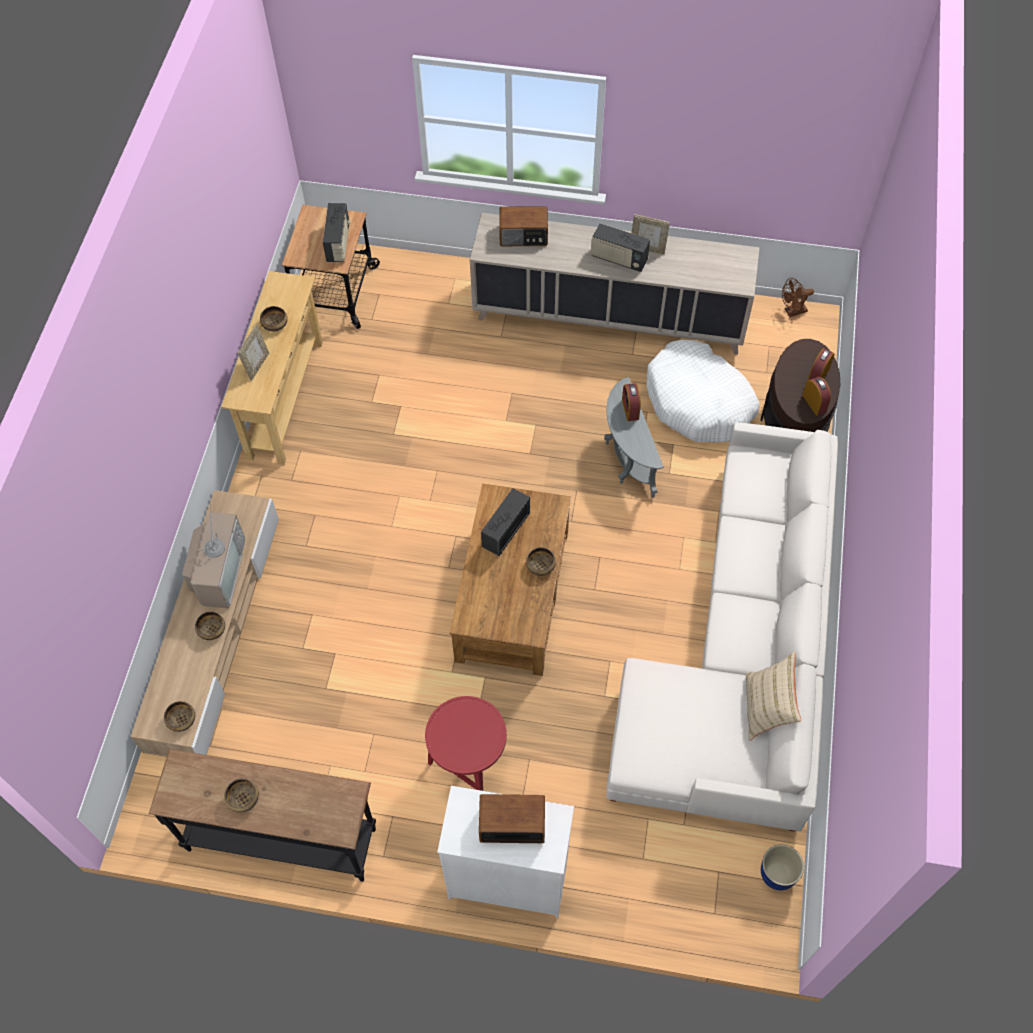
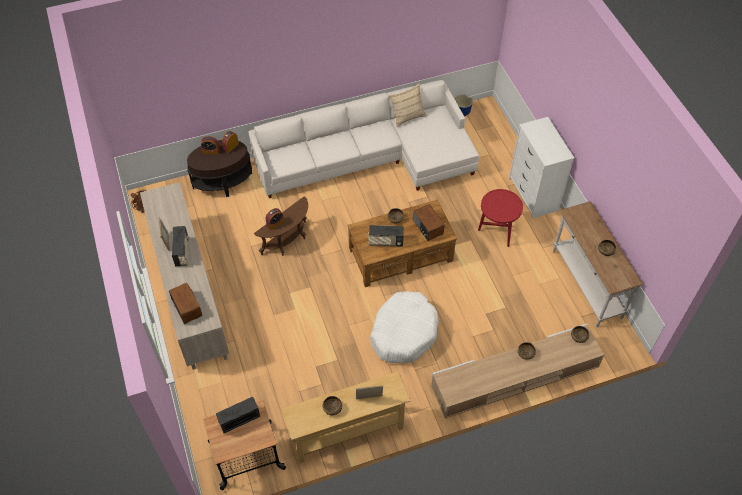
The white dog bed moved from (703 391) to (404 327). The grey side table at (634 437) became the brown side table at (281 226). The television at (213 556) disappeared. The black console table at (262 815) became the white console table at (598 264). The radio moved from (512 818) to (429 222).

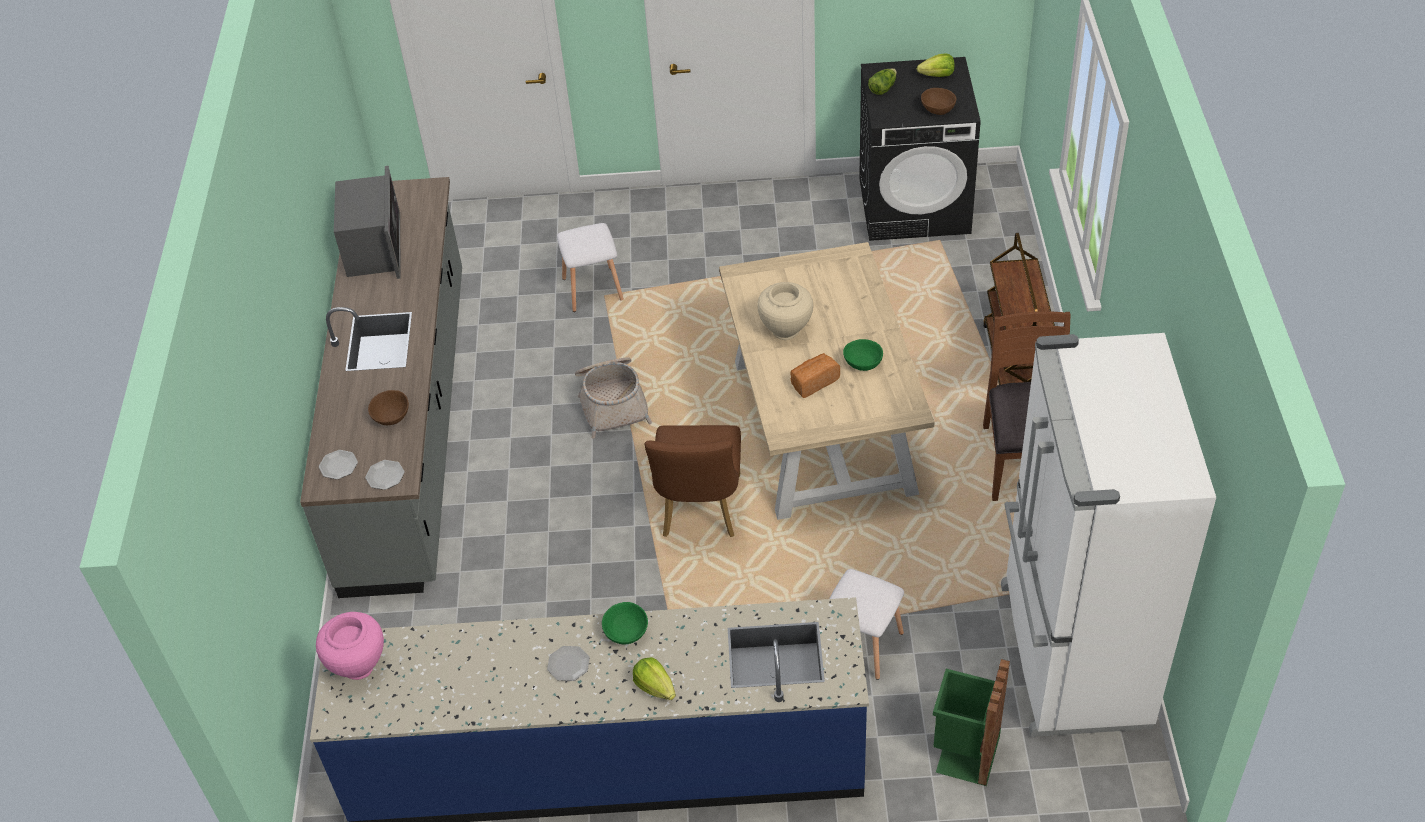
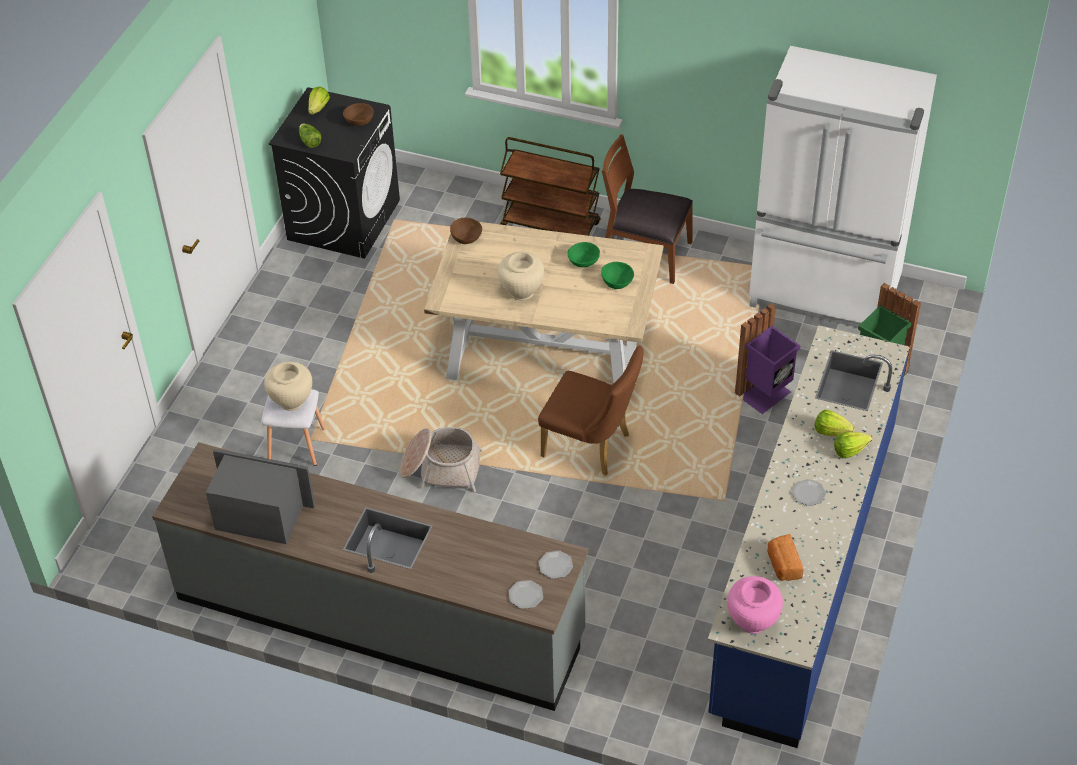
The bread moved from (815 375) to (785 557). The brown bowl moved from (388 407) to (466 231). The white stool at (866 624) was replaced by the purple trash can at (767 358). The green bowl moved from (625 623) to (617 275). The beige vase at (288 386) appeared. The lettuce at (835 423) appeared.

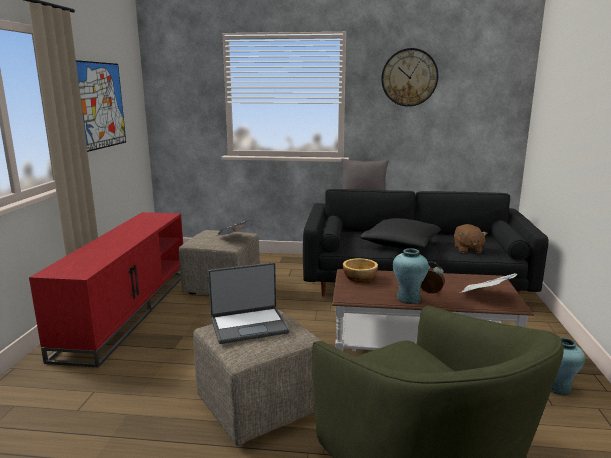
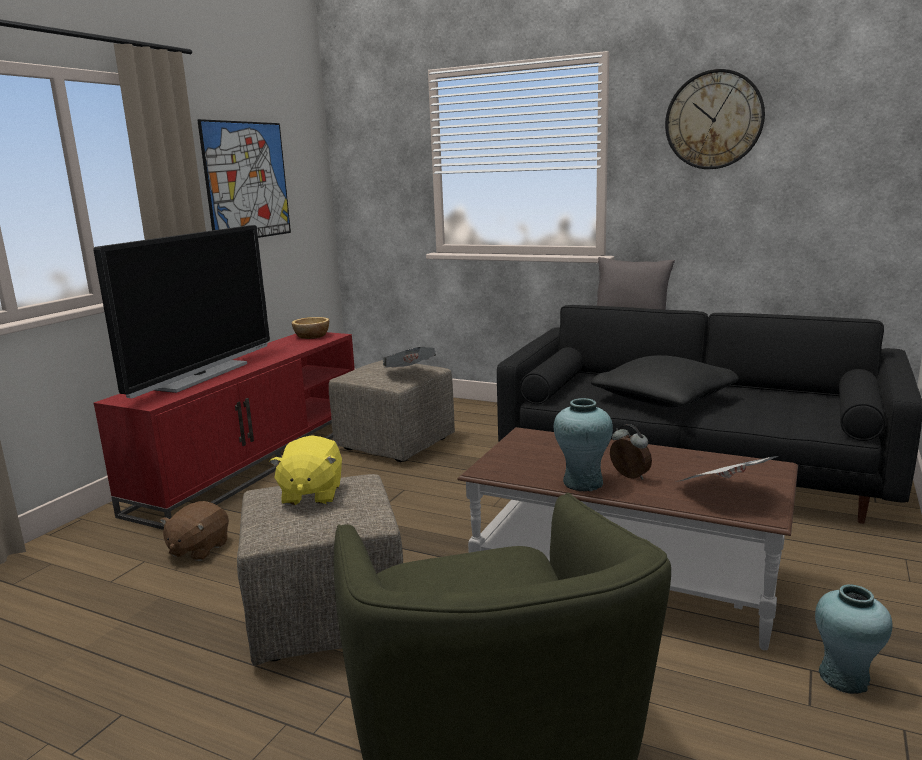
The brown plush toy moved from (471 238) to (194 531). The bowl moved from (360 270) to (310 328). The laptop at (249 303) was replaced by the yellow plush toy at (305 470). The television at (181 311) appeared.

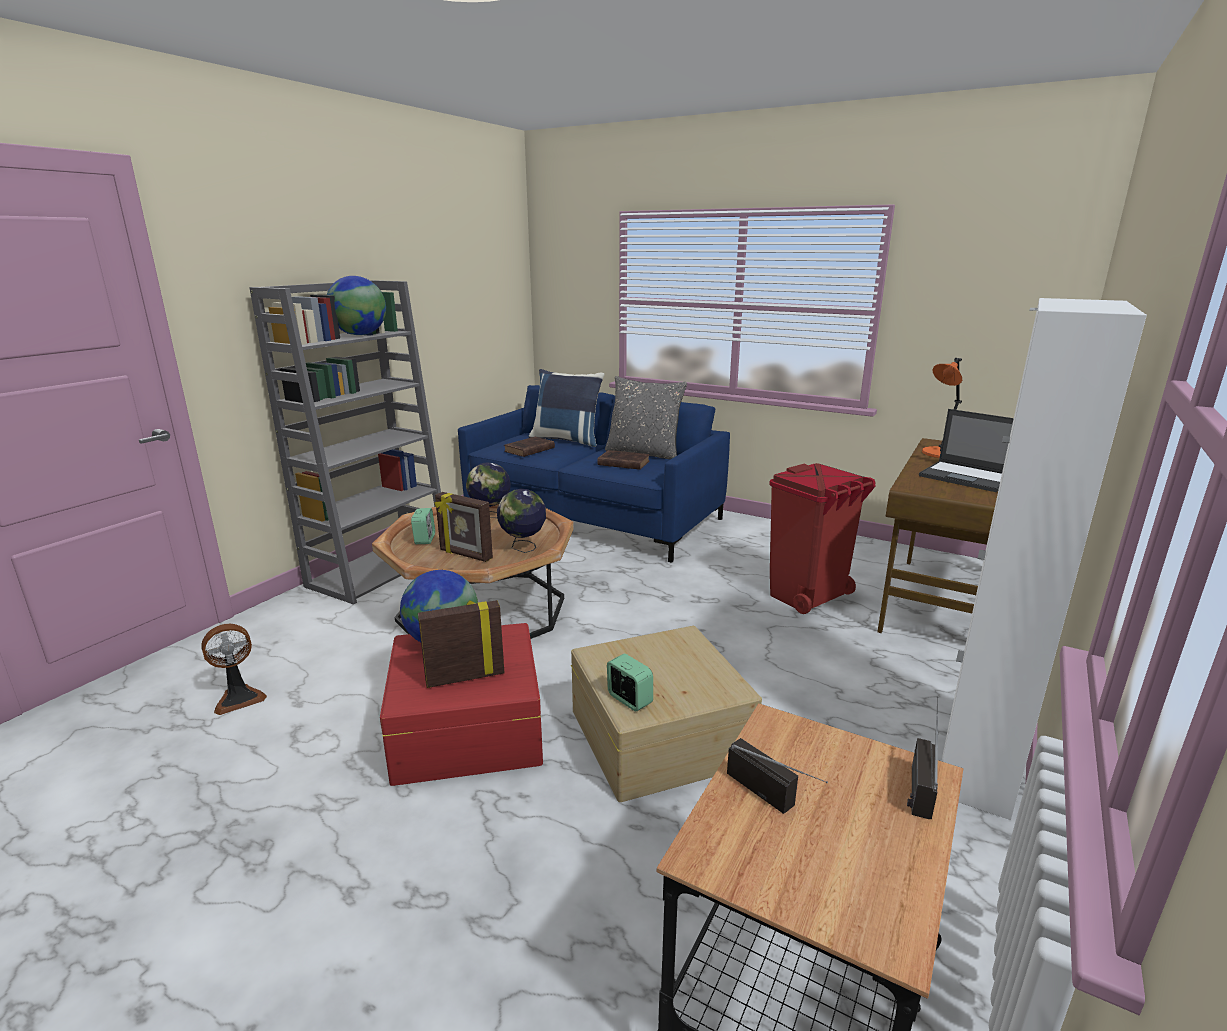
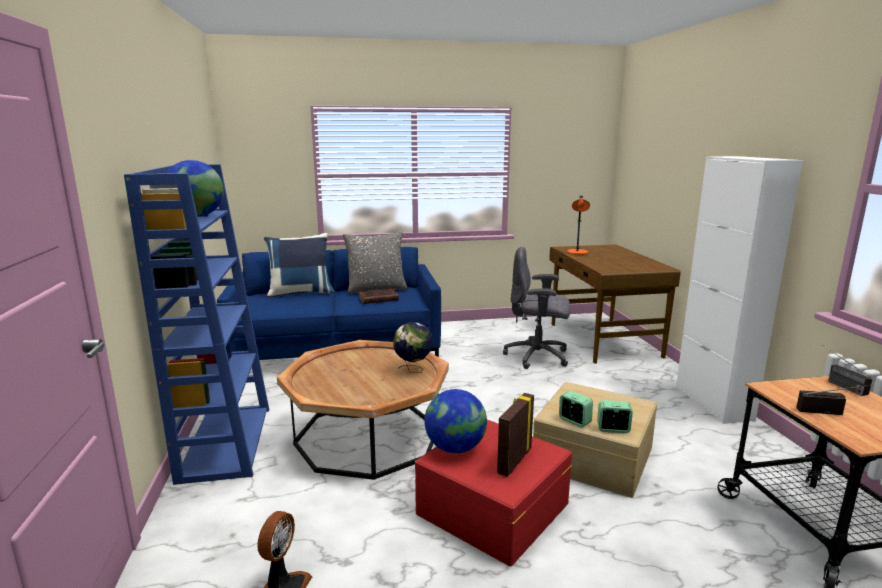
The grey bookcase at (345 442) became the blue bookcase at (196 324). The laptop at (966 450) disappeared. The brown book at (529 447) disappeared. The globe at (488 487) disappeared. The red trash can at (822 538) was replaced by the grey office chair at (536 308). The picture frame at (463 527) disappeared. The alarm clock moved from (423 526) to (576 409).

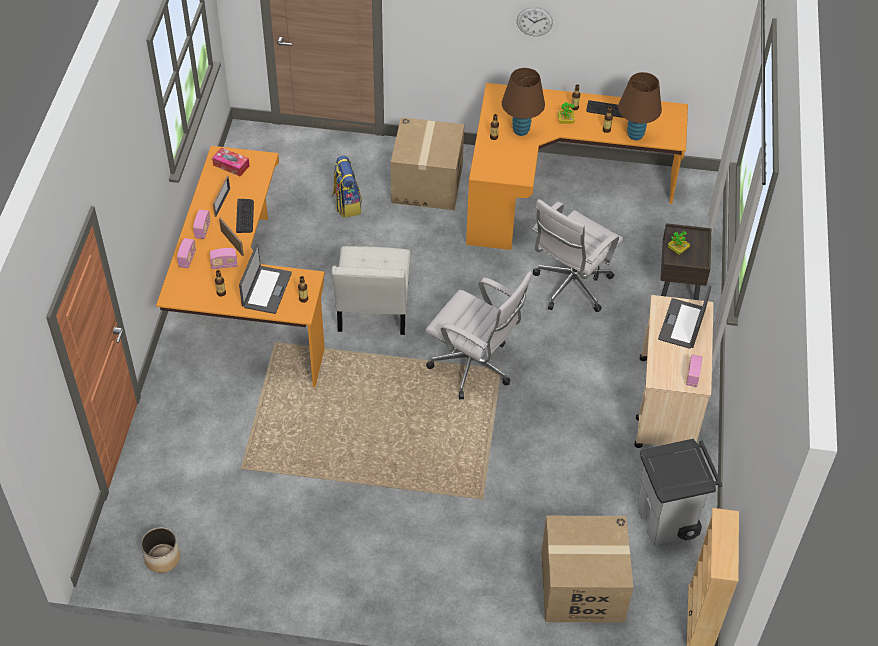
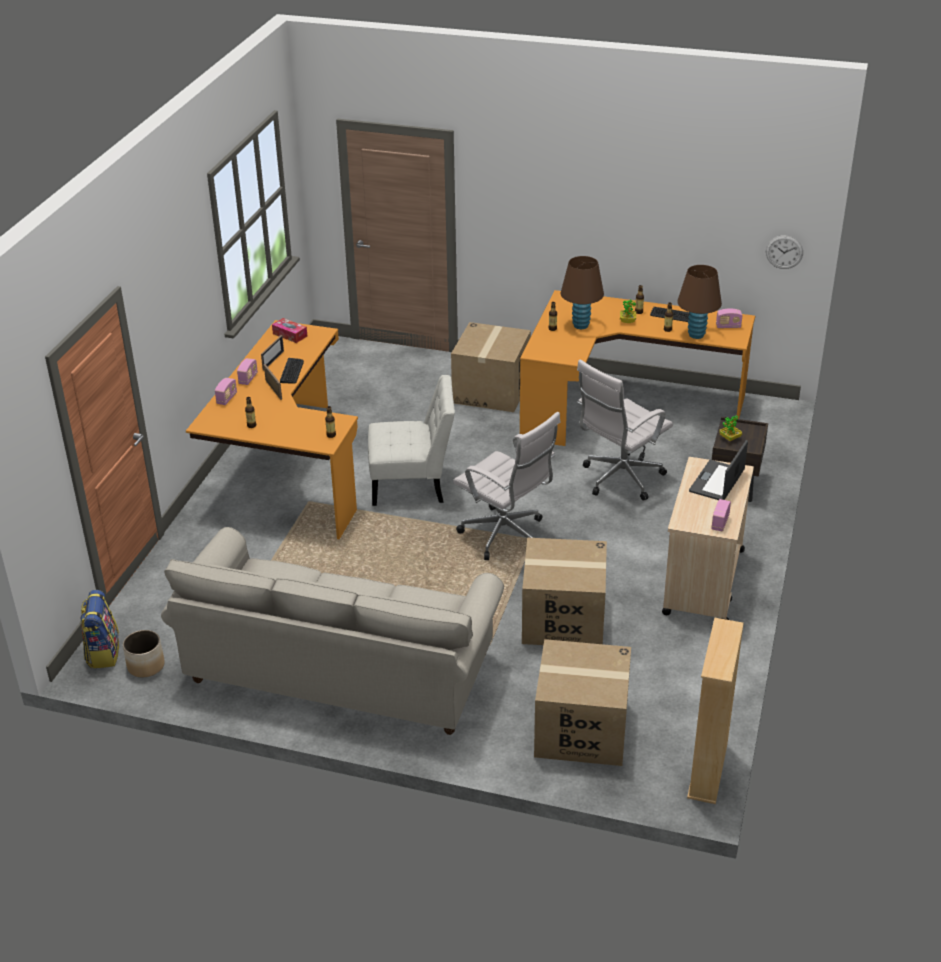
The wall clock moved from (535 21) to (784 252). The backpack moved from (347 187) to (99 629). The laptop at (265 279) disappeared. The white chair at (371 290) turned 105 degrees counterclockwise. The radio moved from (224 258) to (729 318). The grey trash can at (680 492) disappeared. The beige sofa at (332 631) appeared. The cardboard box at (564 591) appeared.

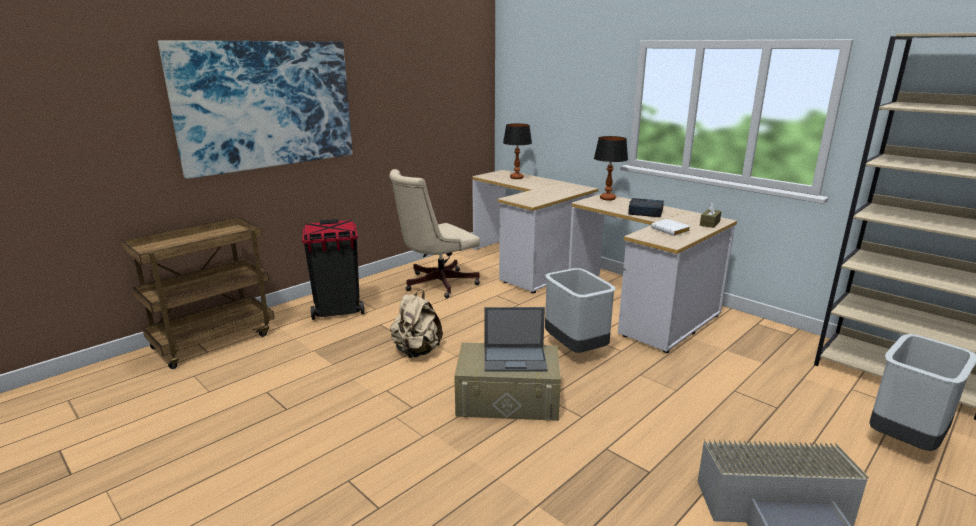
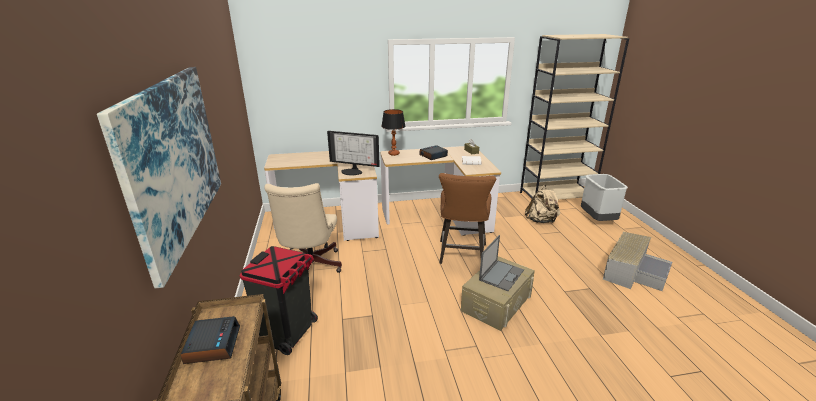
The table lamp at (517 151) disappeared. The grey trash can at (580 310) was replaced by the brown stool at (467 218). The beige backpack moved from (416 323) to (542 204). The monitor at (353 153) appeared. The alarm clock at (210 340) appeared.

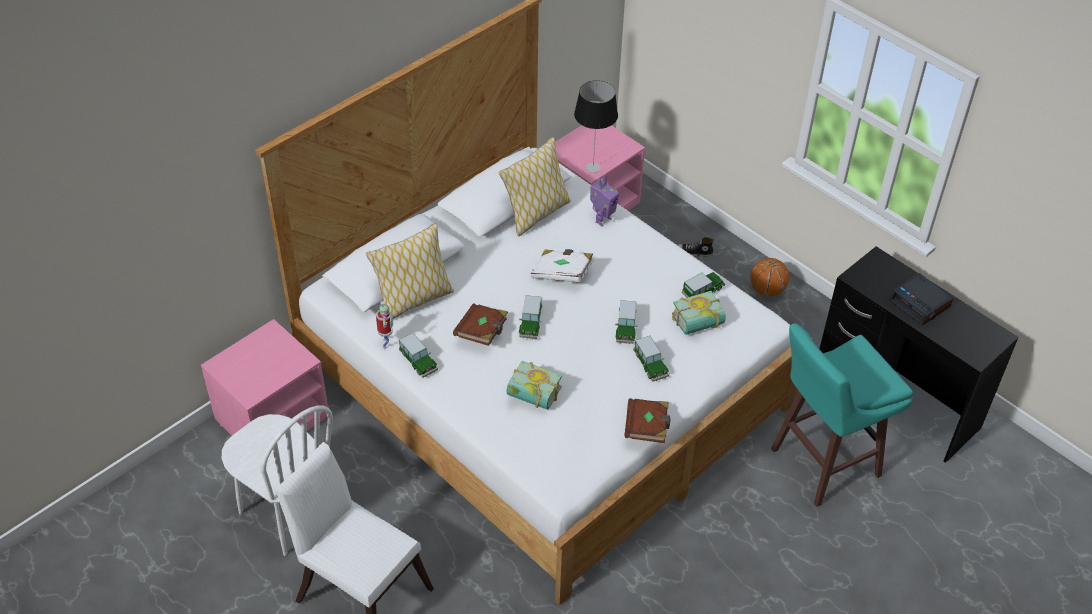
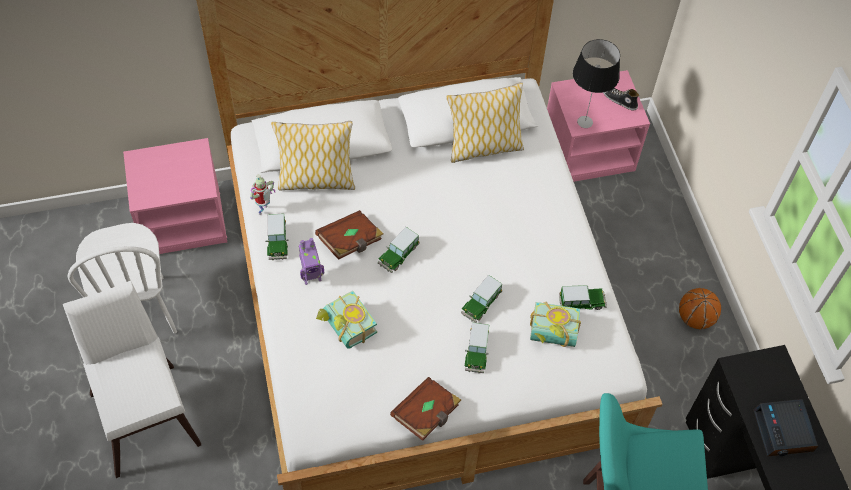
The toy robot moved from (604 200) to (311 261). The shoe moved from (696 246) to (621 99). The white book at (562 265) disappeared.

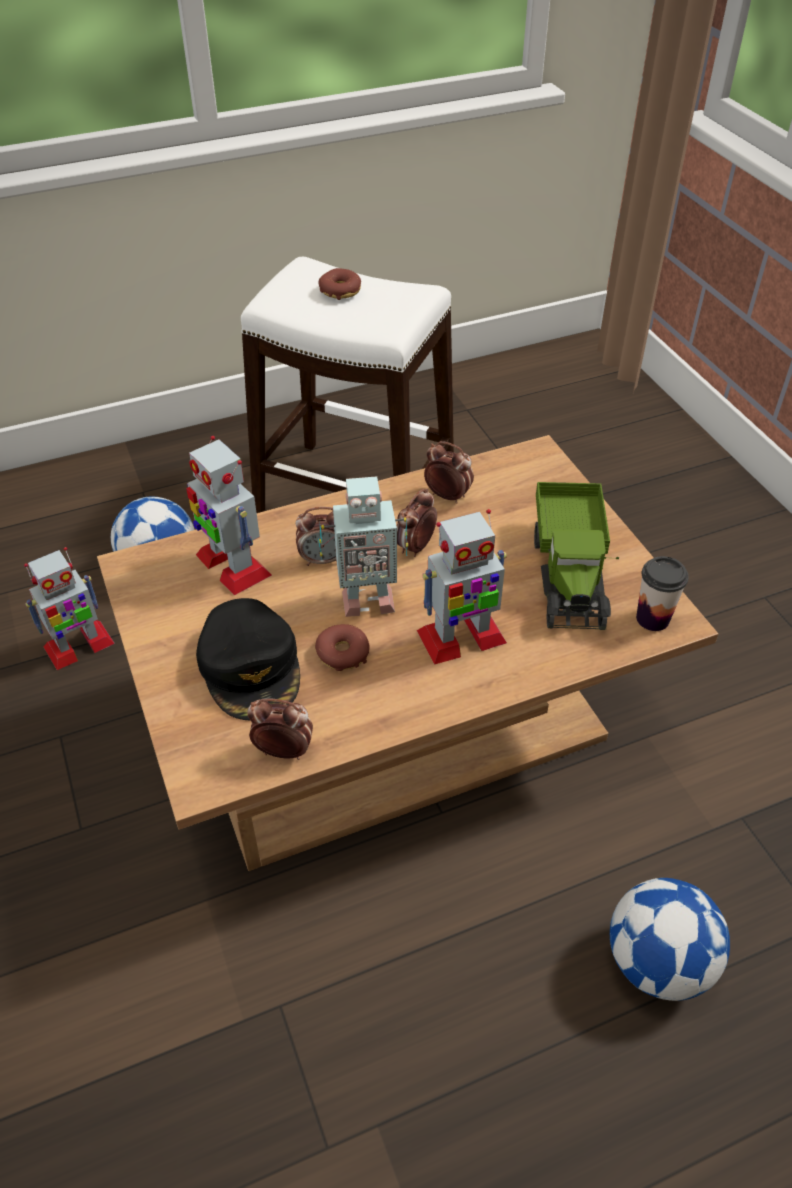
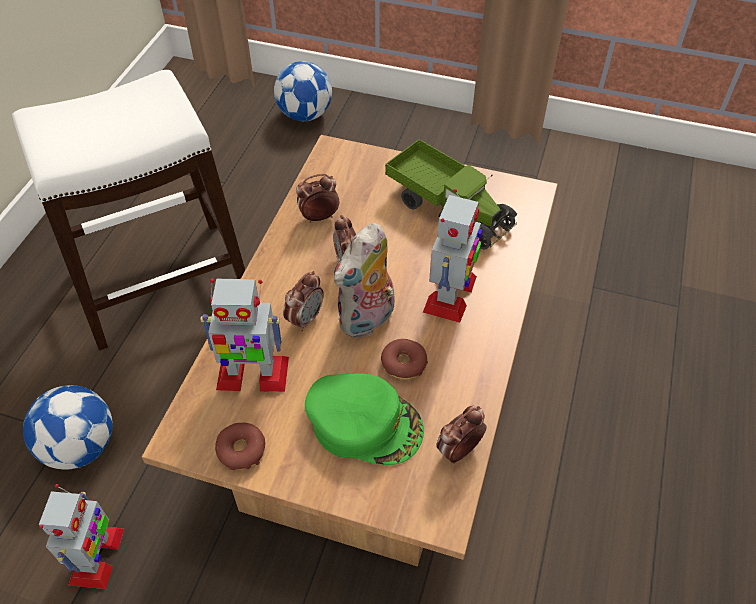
The donut moved from (339 284) to (240 446). The toy robot at (363 546) was replaced by the plush toy at (364 280). The cup at (662 593) disappeared. The black cap at (248 659) became the green cap at (364 419). The football moved from (670 939) to (303 91).

